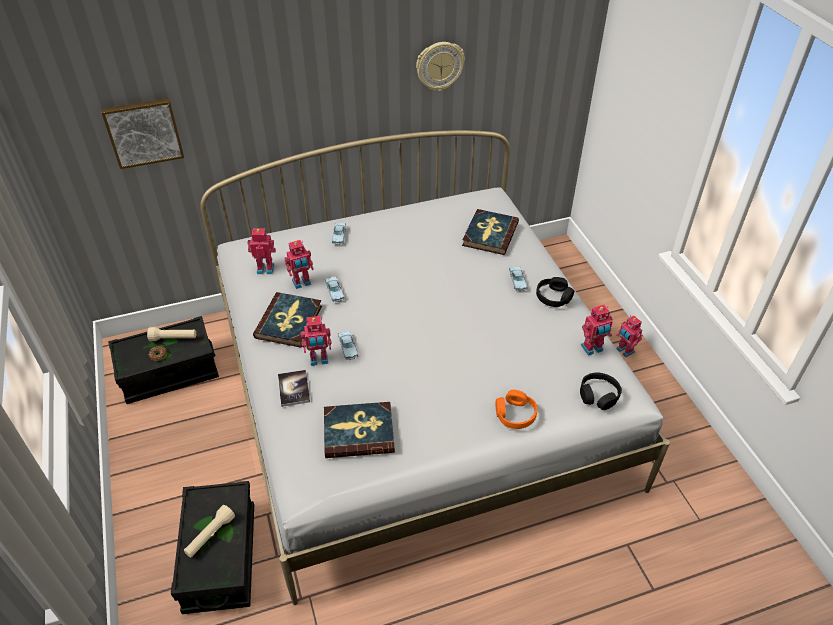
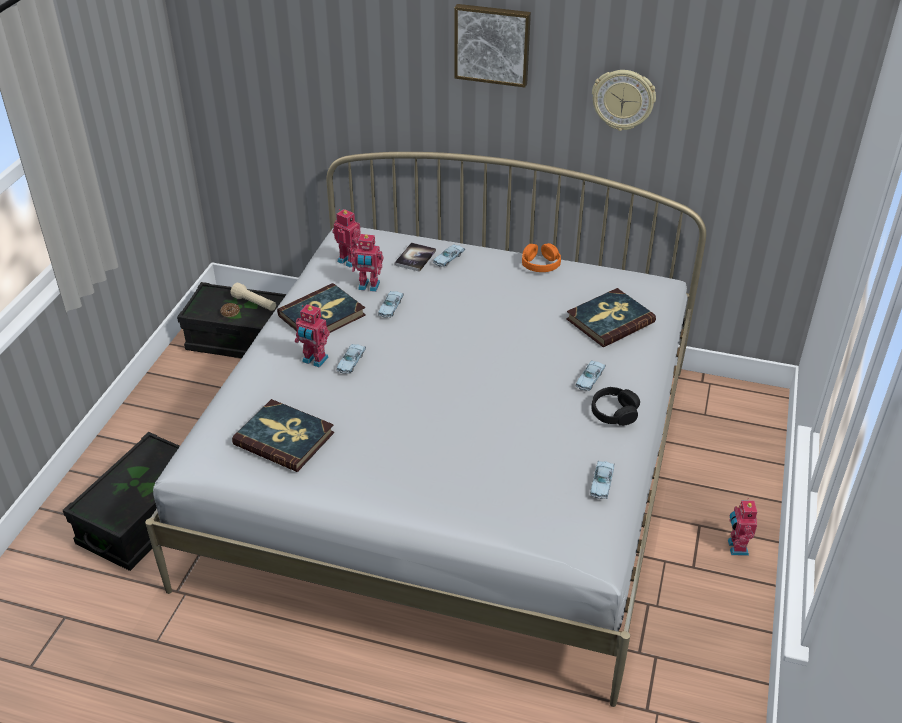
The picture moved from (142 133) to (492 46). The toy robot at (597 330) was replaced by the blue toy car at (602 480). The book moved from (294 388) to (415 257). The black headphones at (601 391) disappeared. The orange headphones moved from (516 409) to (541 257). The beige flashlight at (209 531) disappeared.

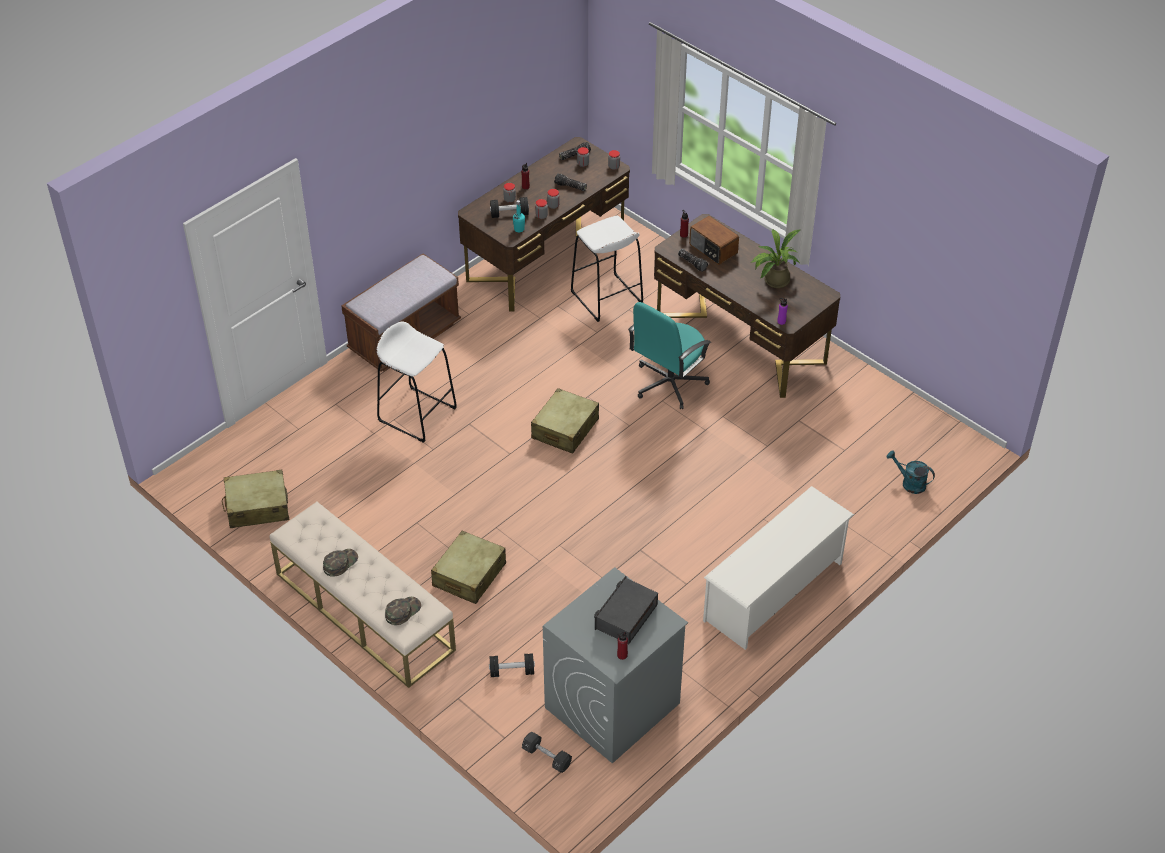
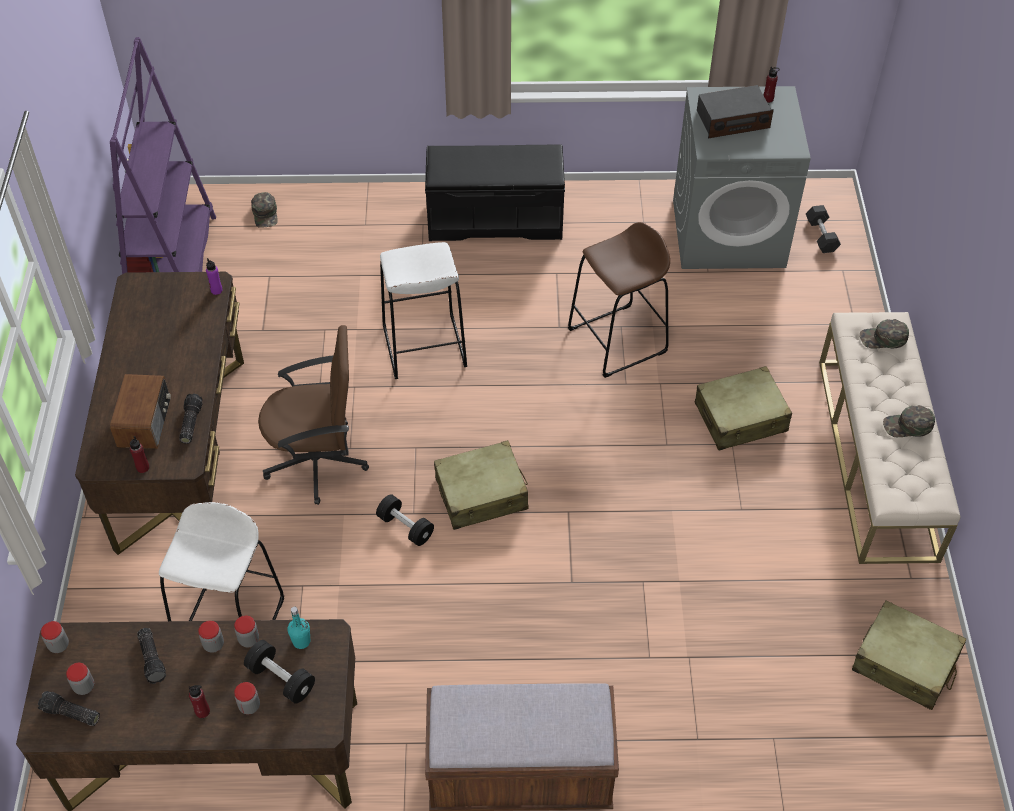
The potted plant at (775 258) disappeared. The turquoise office chair at (669 355) became the brown office chair at (313 415). The white stool moved from (417 382) to (423 310). The turquoise watering can at (911 472) was replaced by the green cap at (264 210). The white shoe rack at (778 568) was replaced by the black bench at (495 192). The black dumbbell moved from (512 665) to (405 520). The purple bookcase at (163 155) appeared. The brown stool at (619 300) appeared.

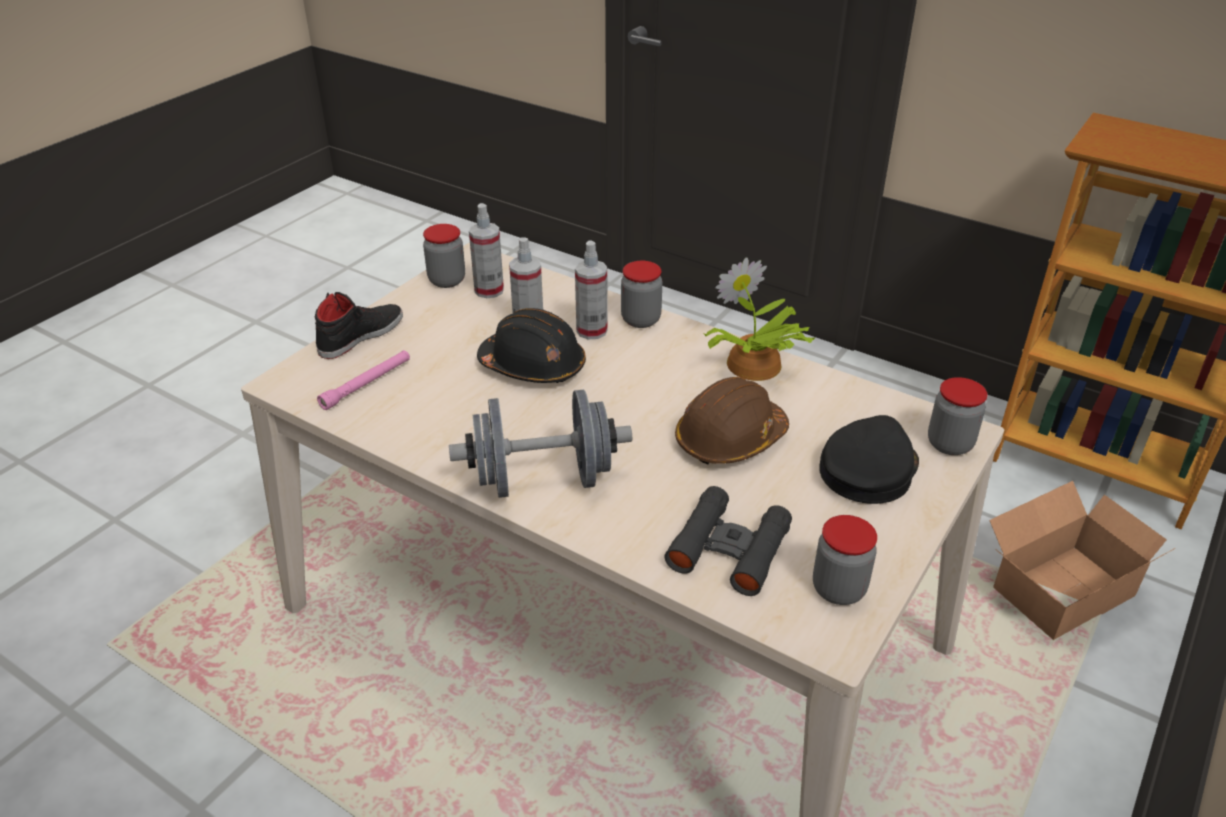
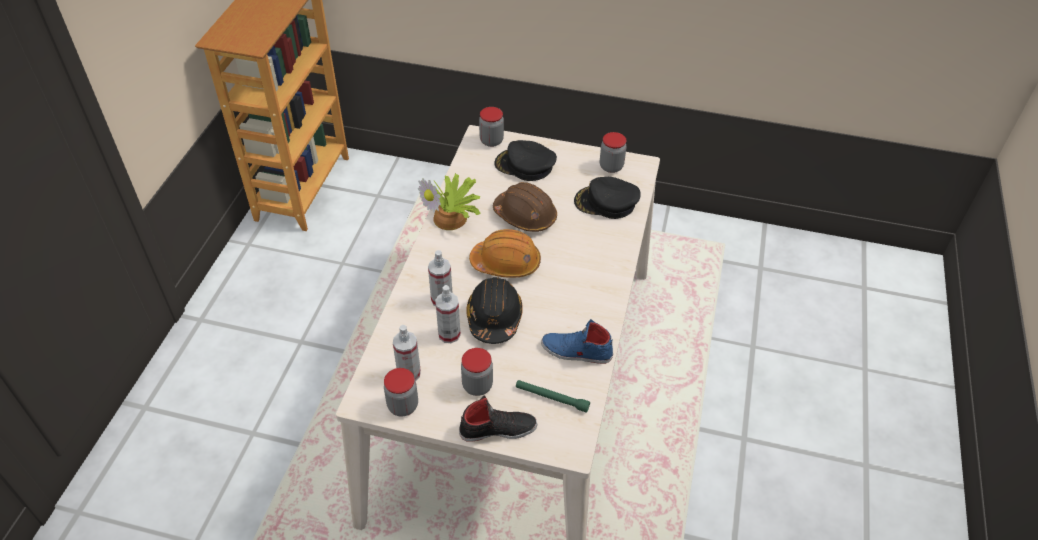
The jar moved from (641 294) to (477 372). The black shoe at (359 325) turned 150 degrees clockwise. The pink flashlight at (363 380) became the green flashlight at (553 396). The grey dumbbell at (540 444) disappeared. The cardboard box at (1082 560) disappeared. The black binoculars at (728 541) was replaced by the black cap at (607 198). The orange hard hat at (505 253) appeared. The blue shoe at (577 341) appeared.

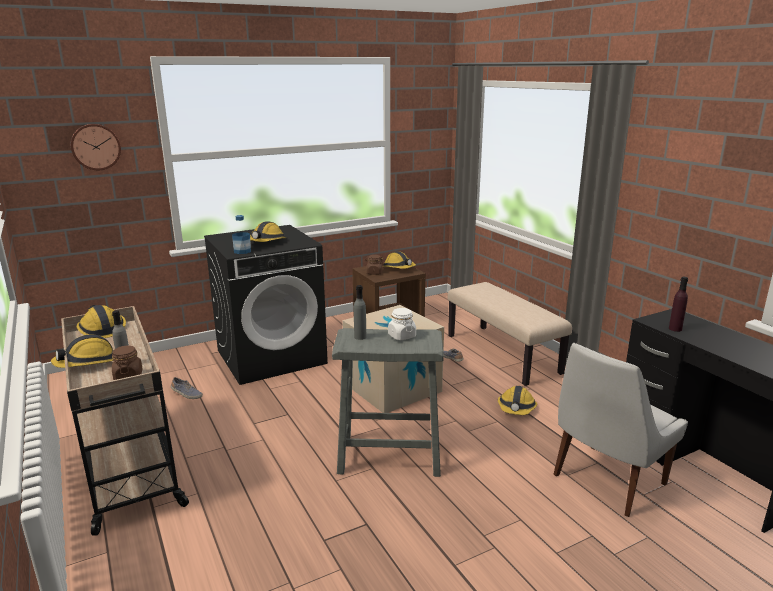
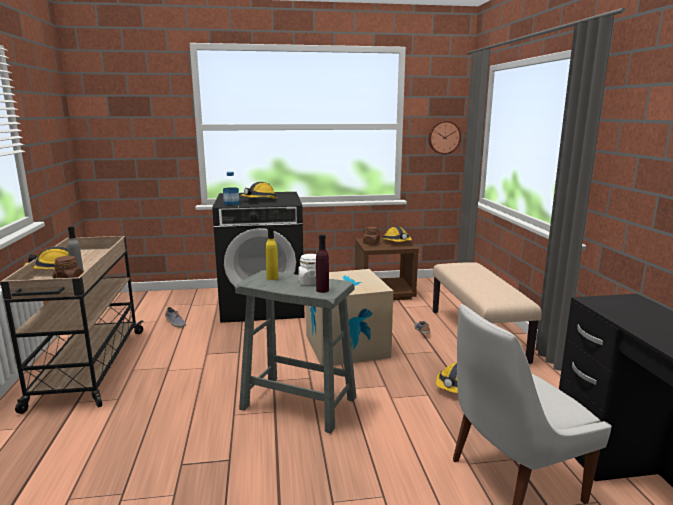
The wall clock moved from (96 147) to (444 137). The purple bottle moved from (678 304) to (322 263). The grey bottle at (360 312) became the yellow bottle at (271 253). The hard hat at (101 321) disappeared.

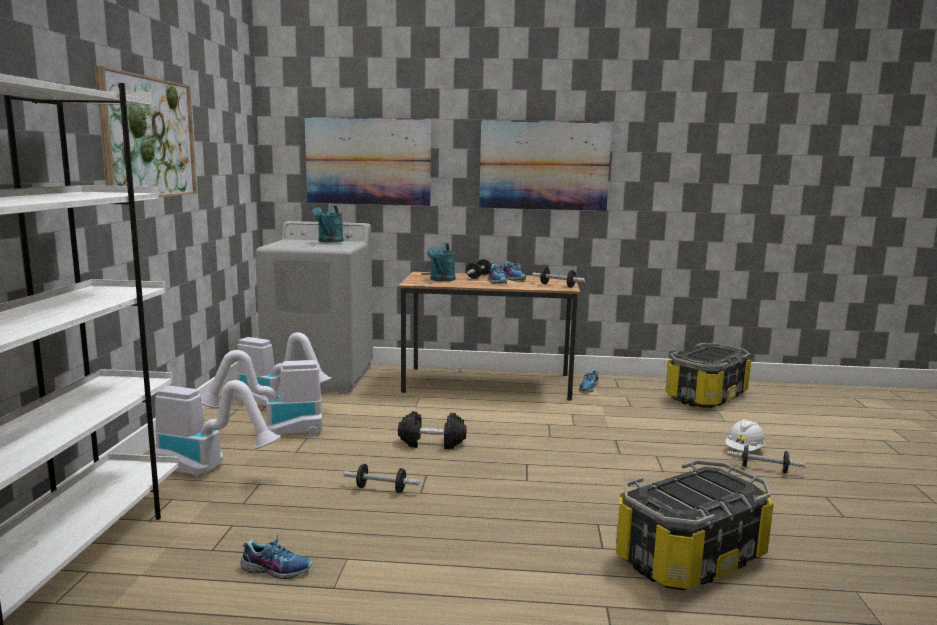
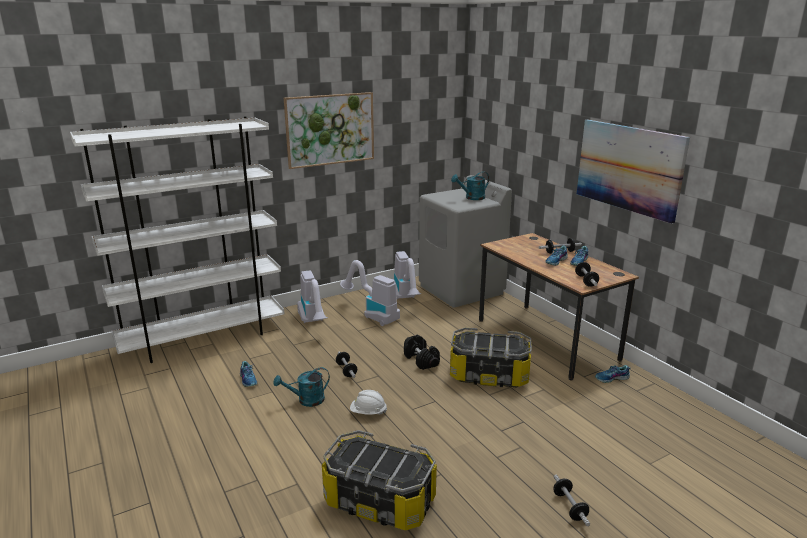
The picture at (368 162) disappeared. The turquoise watering can moved from (441 262) to (302 387). The storage box moved from (708 375) to (491 357). The white hard hat moved from (745 435) to (368 402).

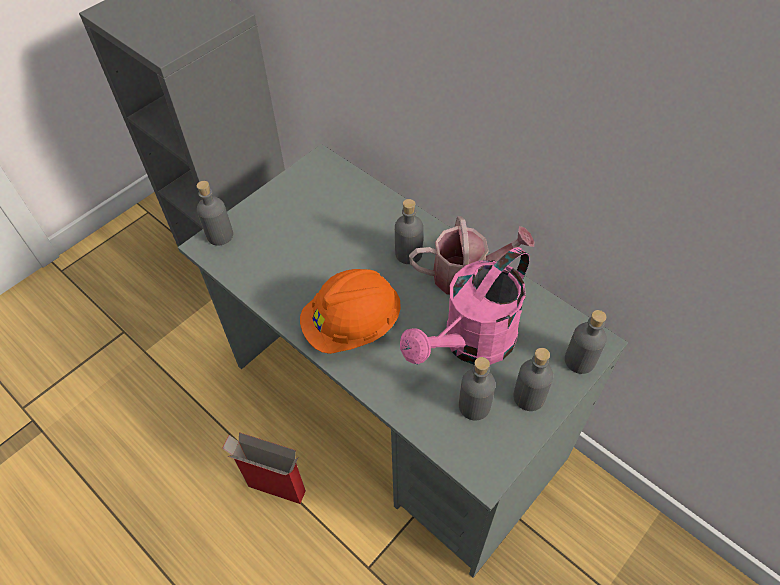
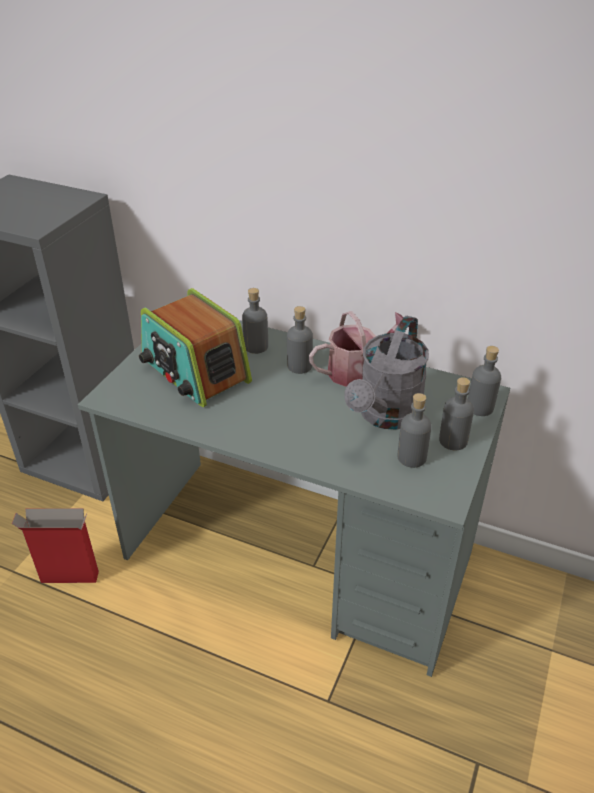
The grey bottle moved from (215 213) to (255 321). The pink watering can at (465 306) became the grey watering can at (386 373). The orange hard hat at (350 311) disappeared. The cardboard box moved from (264 468) to (55 545). The radio at (195 347) appeared.

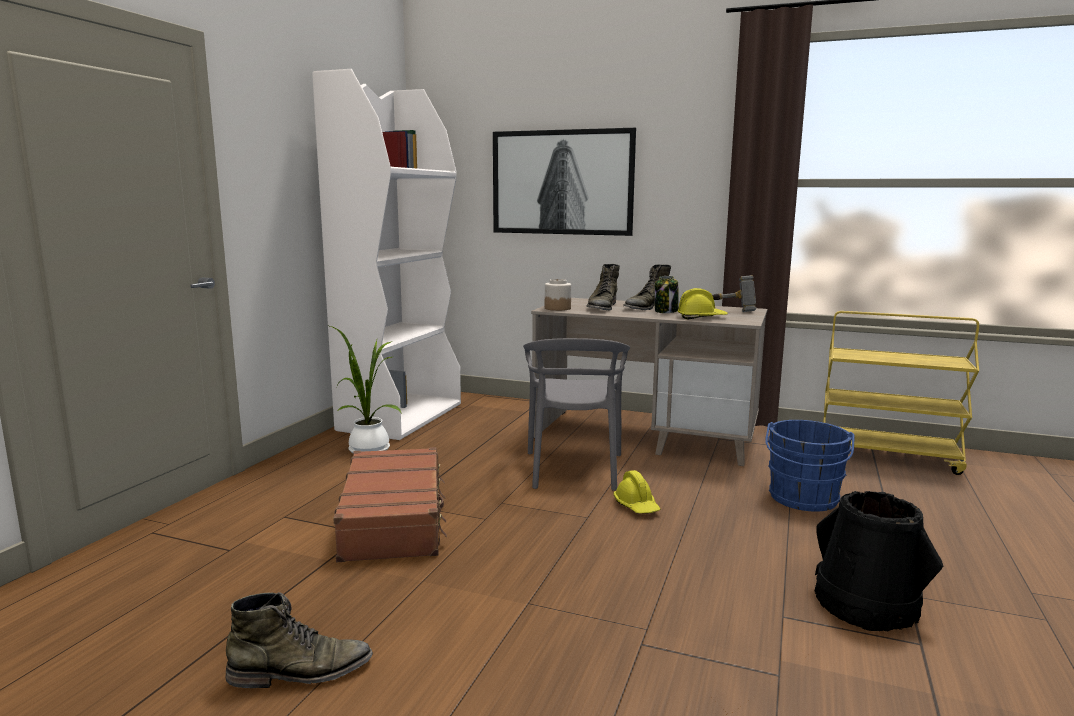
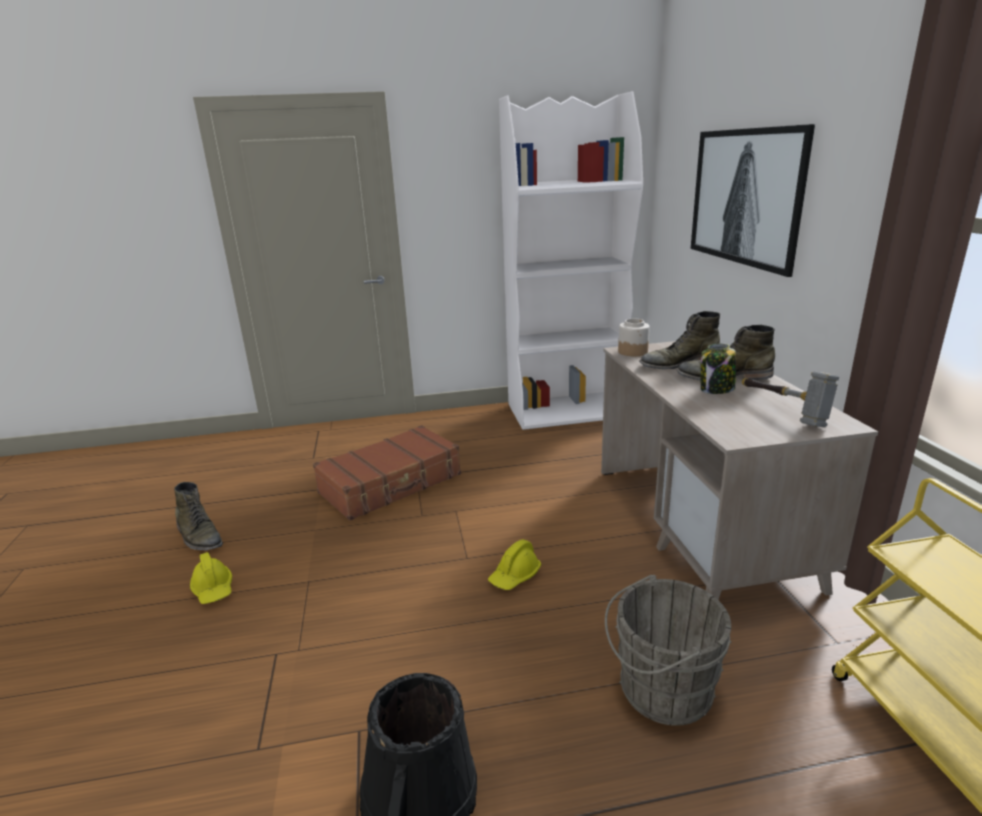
The yellow hard hat moved from (703 303) to (211 578). The potted plant at (364 389) disappeared. The grey chair at (576 414) disappeared. The blue bucket at (810 466) became the grey bucket at (668 650).

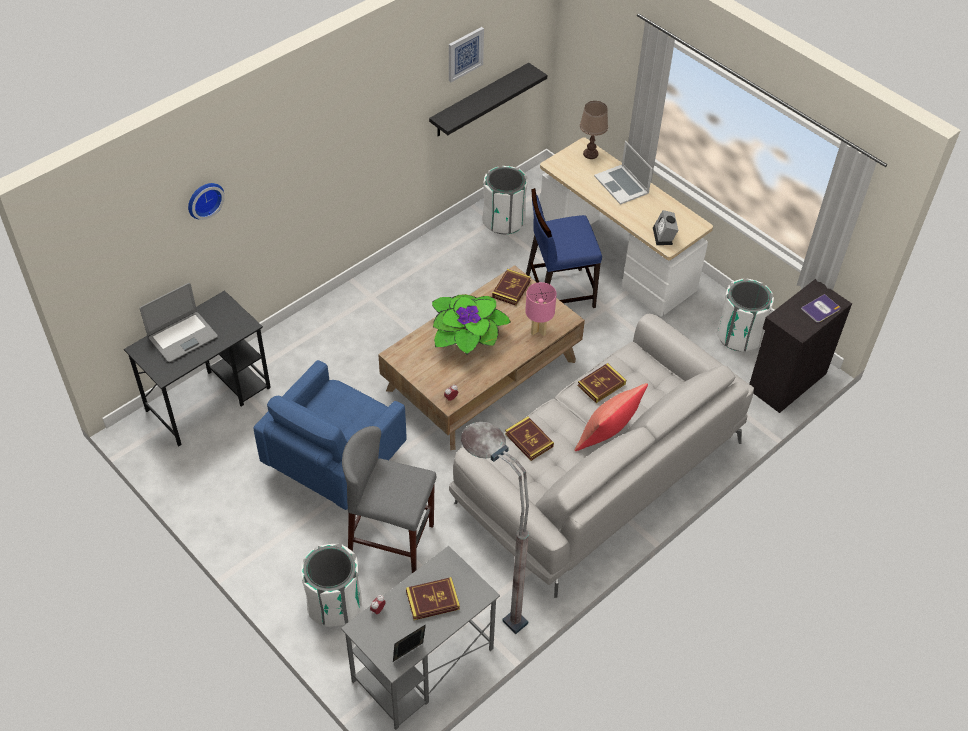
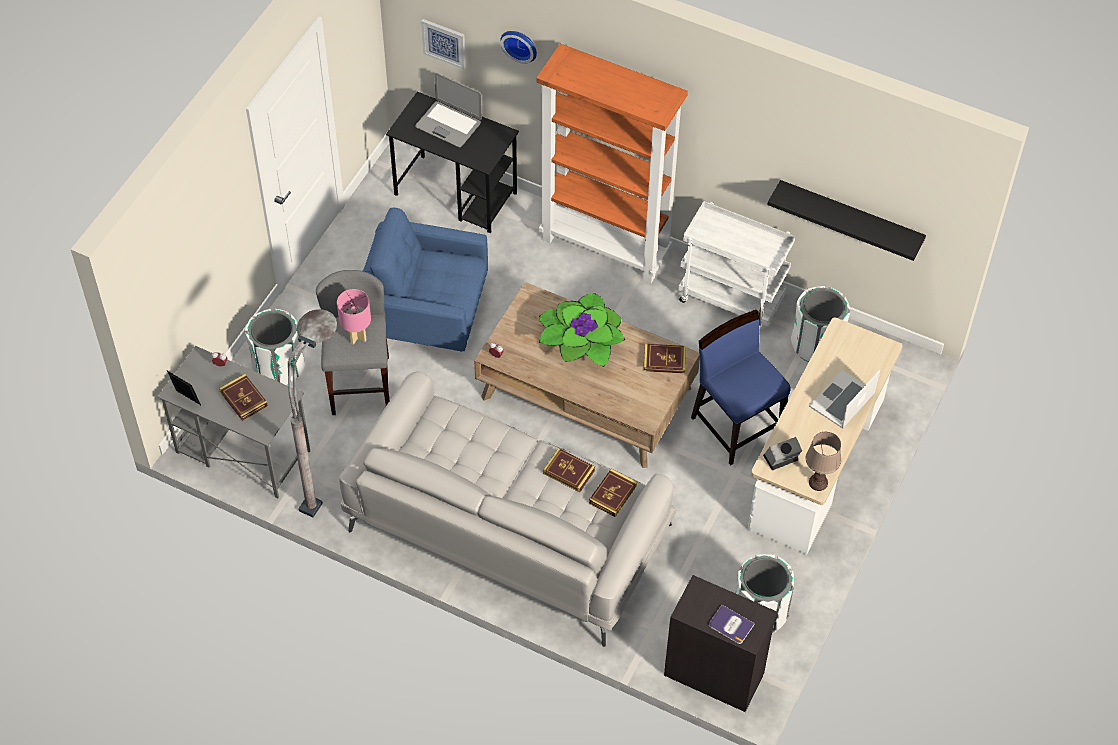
The picture moved from (466 54) to (443 44). The brown table lamp moved from (594 130) to (823 461). The pink table lamp moved from (541 309) to (354 317). The red pillow at (611 417) disappeared. The book moved from (529 438) to (613 493). The orange bookcase at (612 163) appeared. The white cart at (736 265) appeared.

